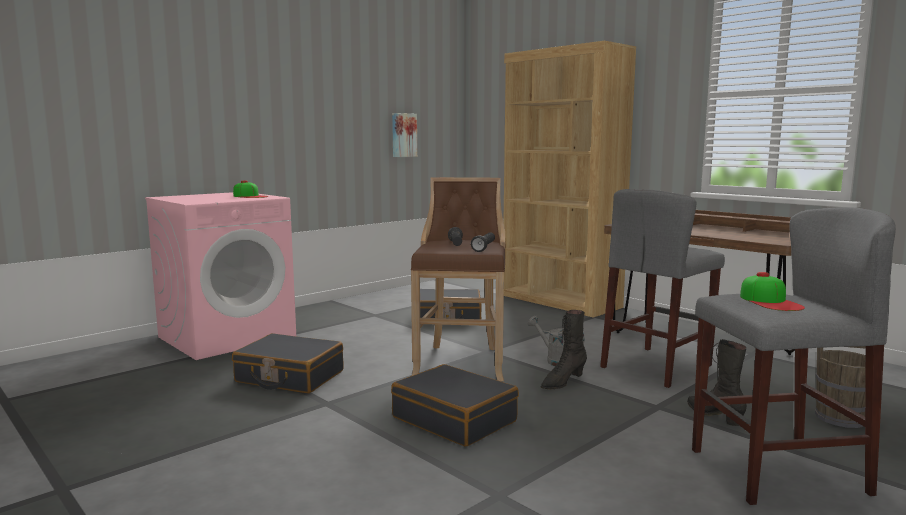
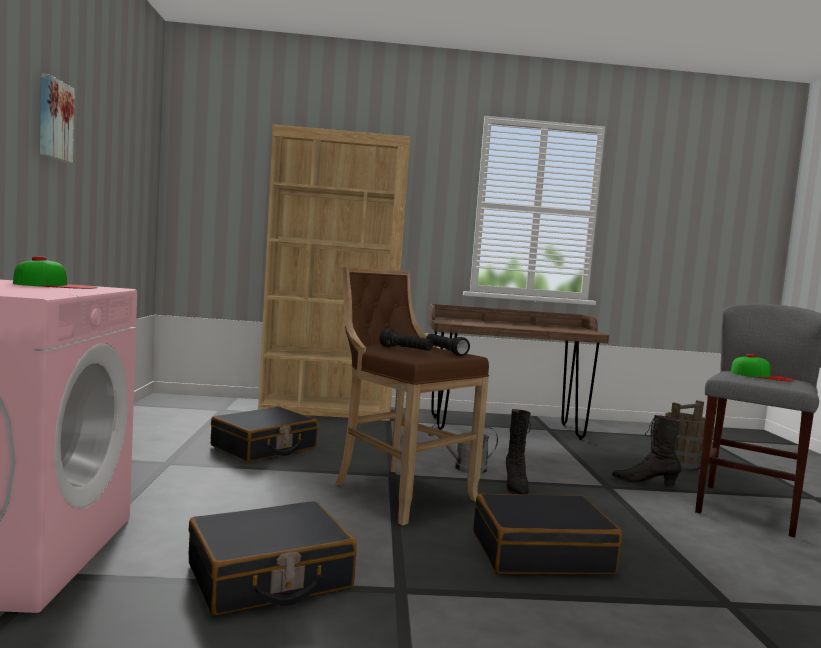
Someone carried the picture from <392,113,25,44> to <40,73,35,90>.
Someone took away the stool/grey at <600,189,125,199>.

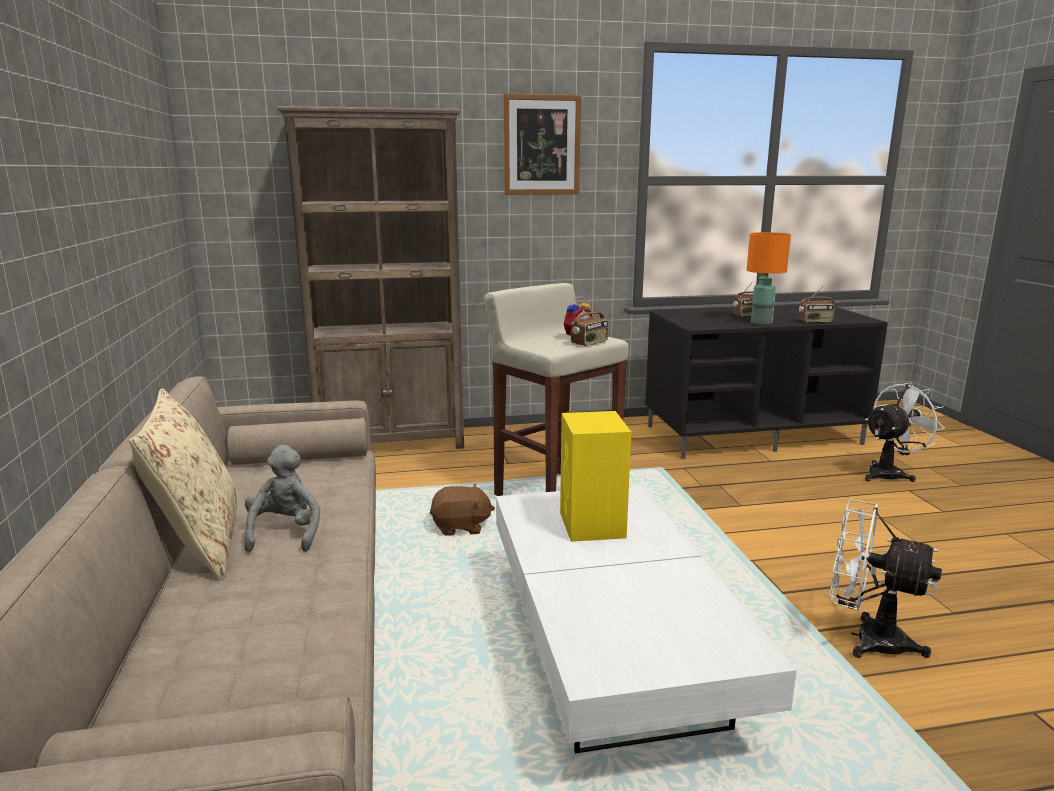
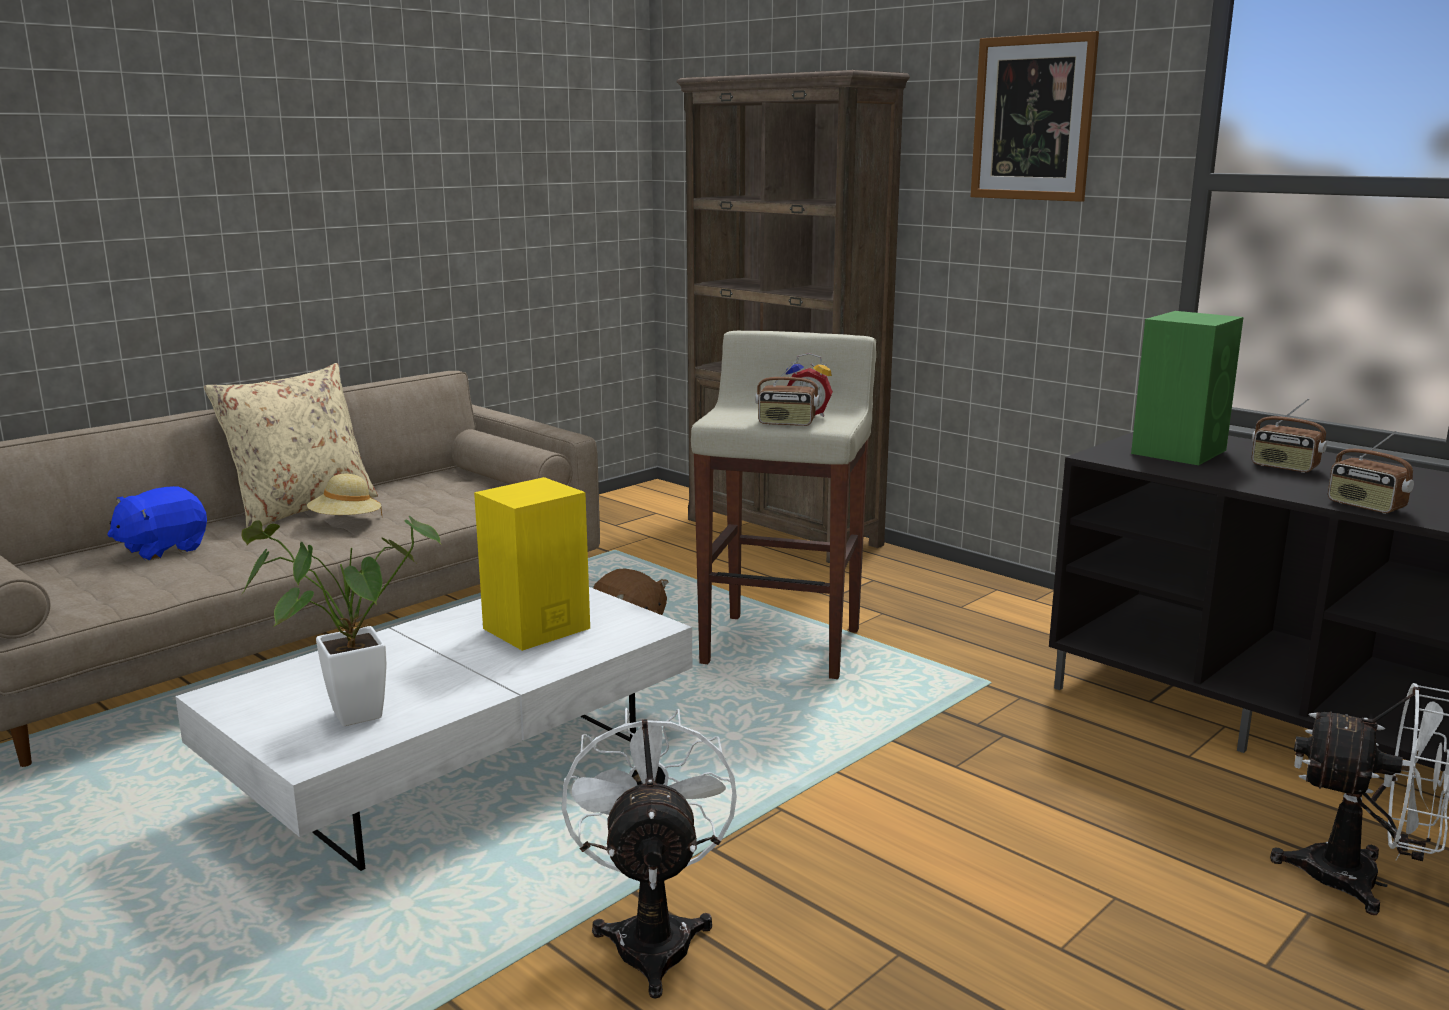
Someone took away the table lamp/orange at <747,232,44,93>.
Someone swapped the plush toy/grey at <244,445,76,107> for the hat/beige at <307,474,75,42>.
Someone put down the speaker/green at <1131,311,112,154>.
Someone put down the plush toy/blue at <107,486,100,75>.
Someone put down the potted plant at <241,516,201,210>.

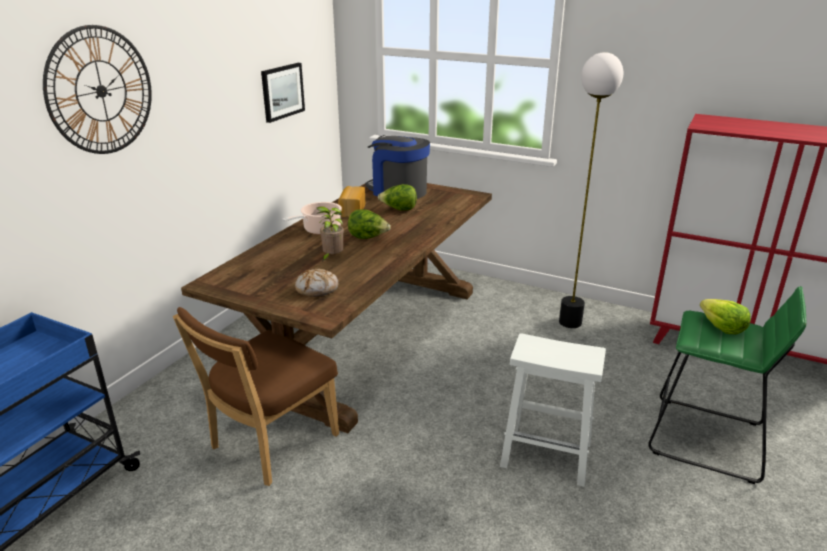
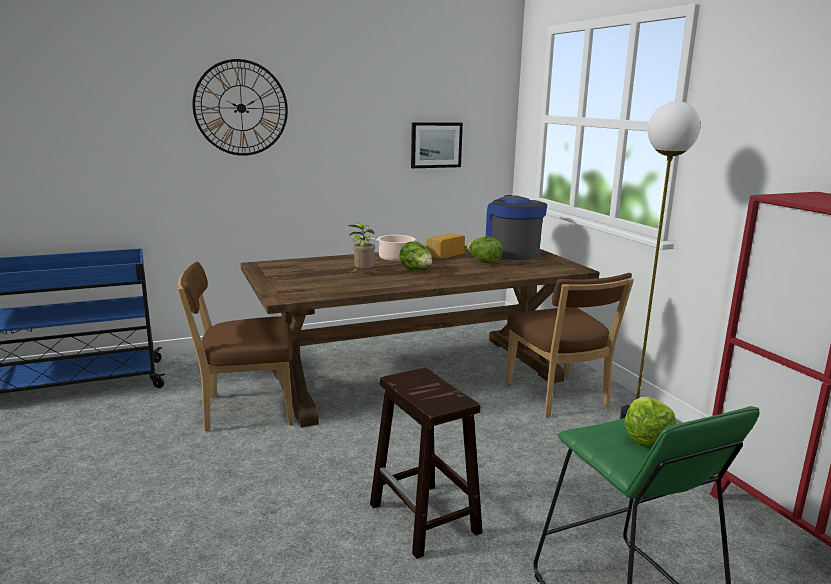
Someone took away the bread at <295,269,43,28>.
Someone repainted the stool/white at <500,333,106,154>, which became the stool/brown at <370,367,113,192>.
Someone put down the chair/brown at <506,273,128,144>.

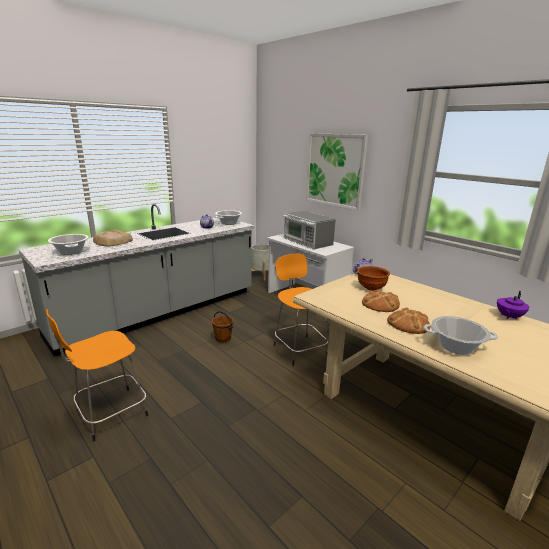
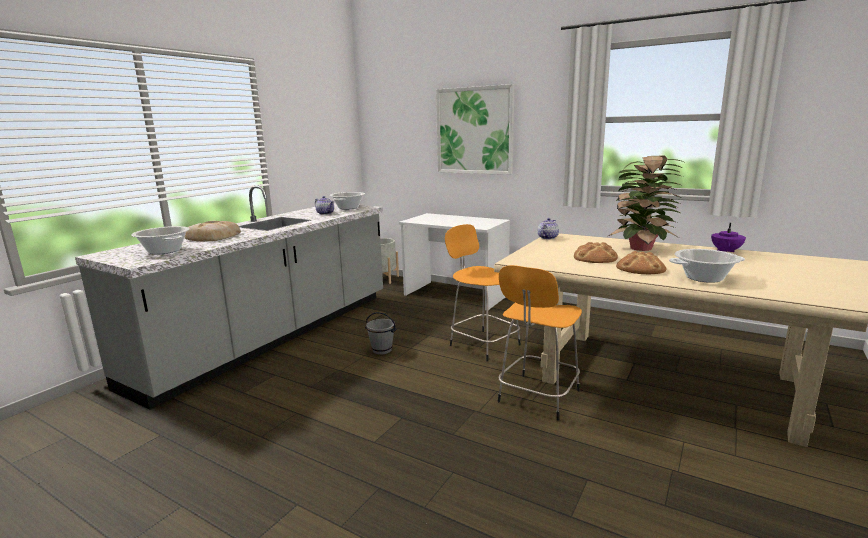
Someone took away the microwave at <284,211,52,38>.
Someone took away the bowl/brown at <357,266,33,25>.
Someone carried the stool/orange from <45,309,103,133> to <498,265,84,155>.
Someone repainted the bucket/brown at <212,311,22,32>, which became the bucket/grey at <365,312,32,42>.
Someone put down the potted plant at <608,155,78,96>.

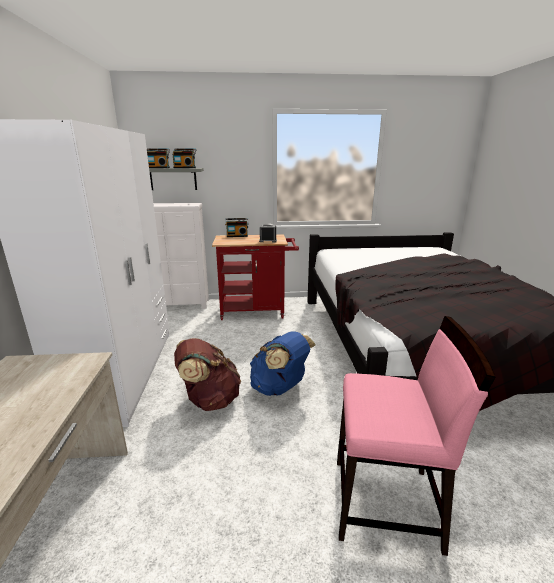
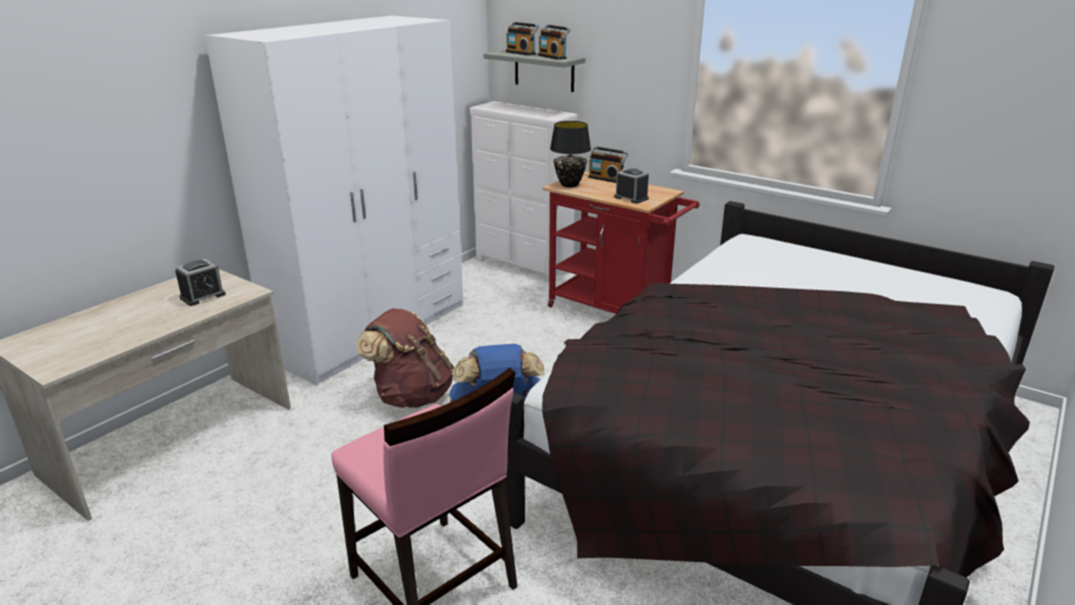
Someone put down the table lamp/black at <550,121,41,66>.
Someone put down the alarm clock at <175,259,51,47>.

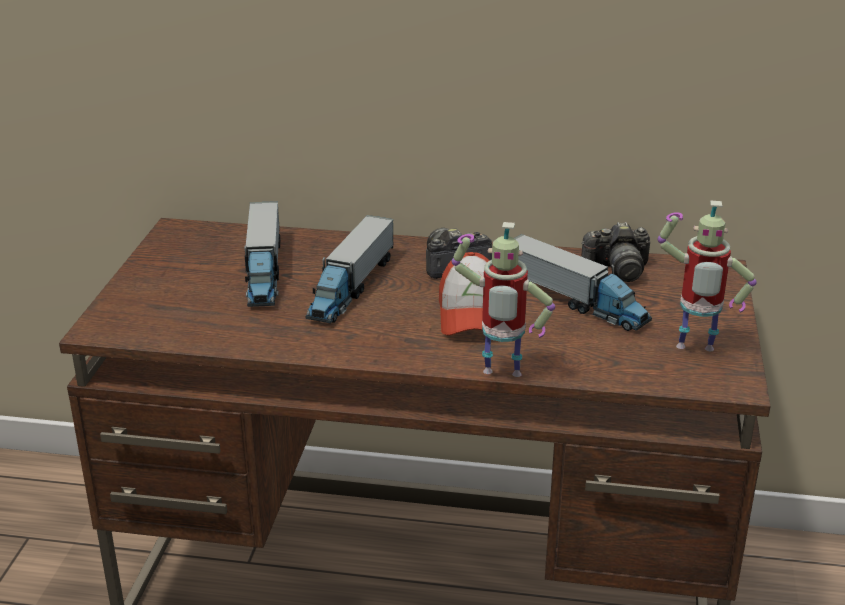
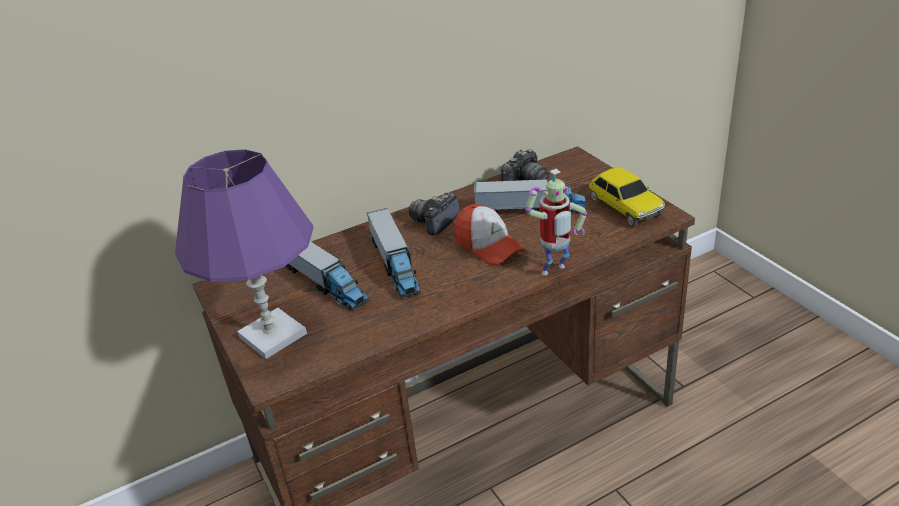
Someone swapped the toy robot at <657,201,100,150> for the toy car at <588,167,77,60>.
Someone put down the table lamp/purple at <175,149,139,210>.

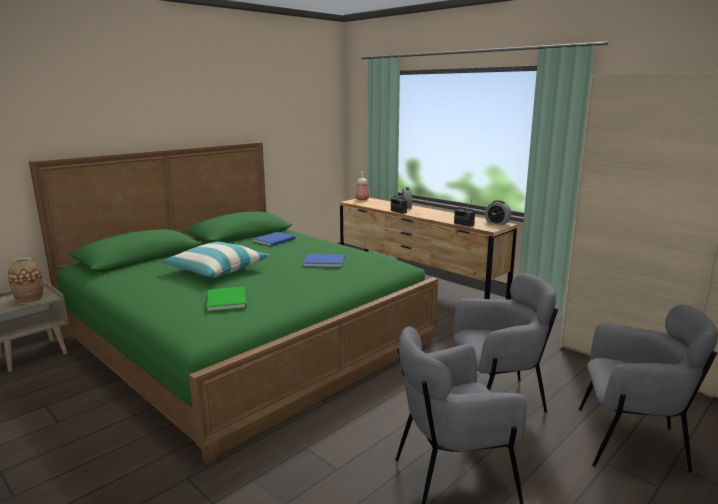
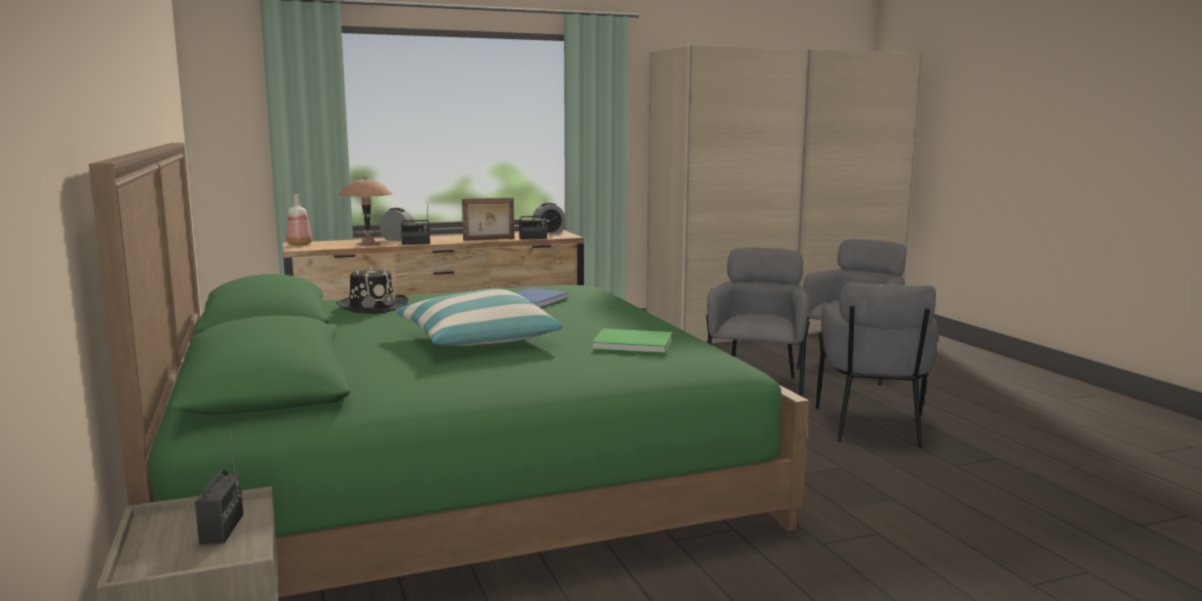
Someone swapped the book/blue at <253,232,42,14> for the hat/black at <336,266,72,47>.
Someone swapped the vase at <8,258,35,46> for the radio at <195,429,48,116>.
Someone put down the table lamp/brown at <339,177,53,69>.
Someone put down the picture frame at <462,198,52,43>.

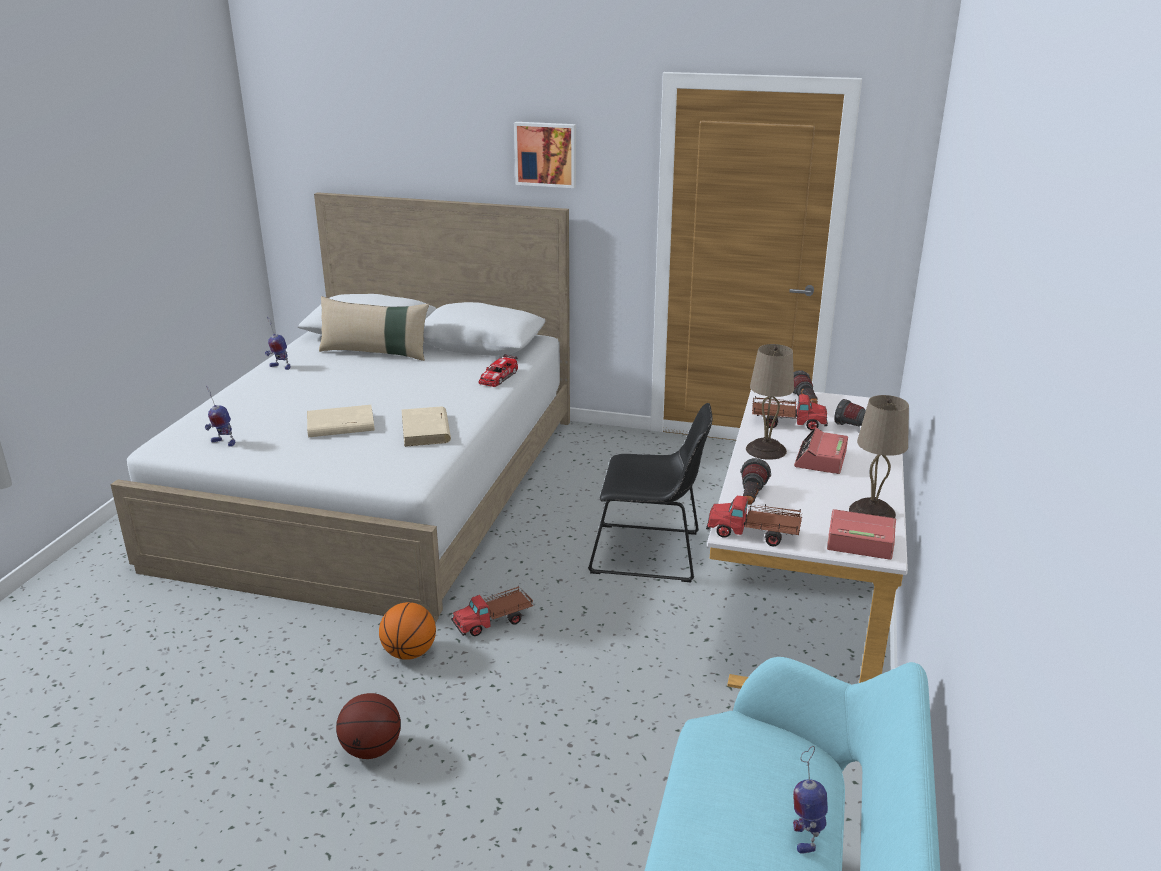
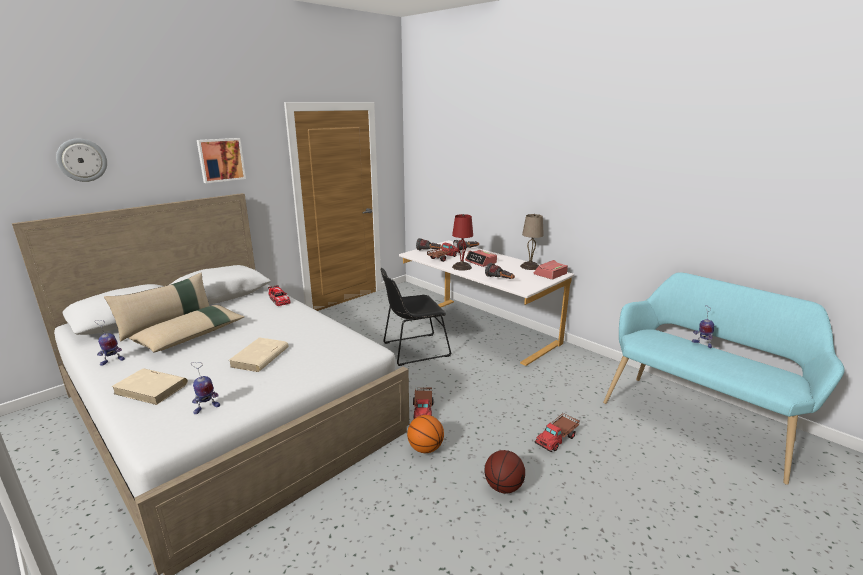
Someone repainted the table lamp/beige at <746,344,48,116>, which became the table lamp/red at <452,214,21,57>.
Someone rotated the chair/black at <588,403,124,179> by 150 degrees counterclockwise.
Someone carried the book/beige from <402,407,49,40> to <111,368,77,37>.
Someone carried the toy truck from <706,496,97,51> to <534,413,46,39>.
Someone put up the wall clock at <56,138,51,44>.
Someone put down the pillow/beige at <129,305,115,48>.

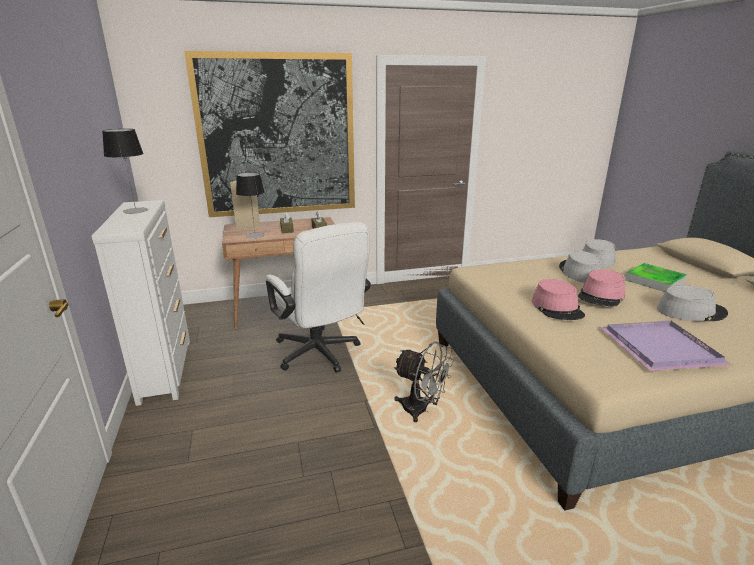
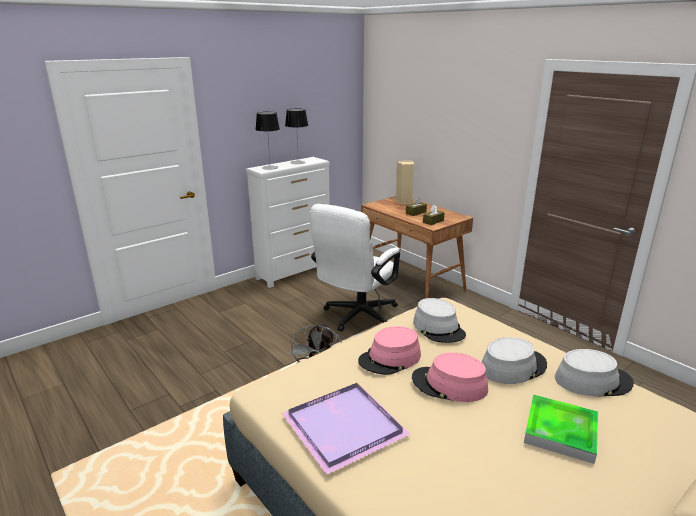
Someone took away the picture at <184,51,171,166>.
Someone carried the table lamp from <236,172,29,66> to <255,112,25,58>.
Someone carried the hat/grey from <657,285,71,36> to <413,298,53,45>.

